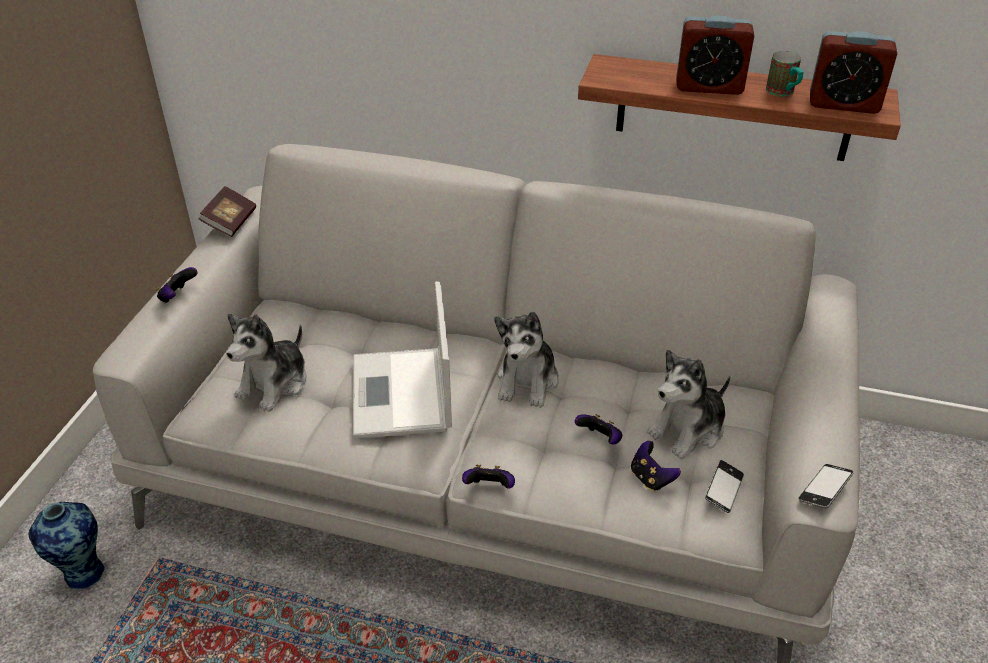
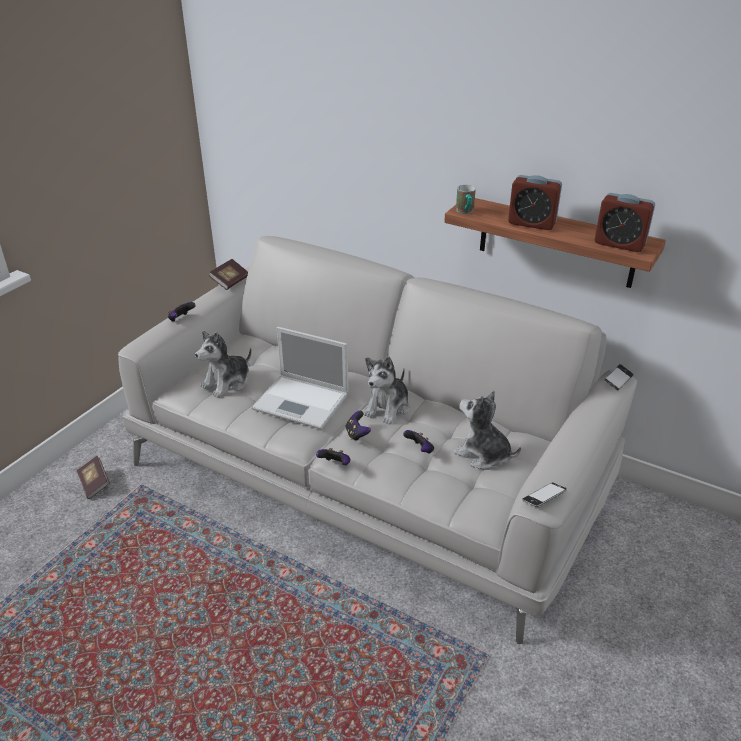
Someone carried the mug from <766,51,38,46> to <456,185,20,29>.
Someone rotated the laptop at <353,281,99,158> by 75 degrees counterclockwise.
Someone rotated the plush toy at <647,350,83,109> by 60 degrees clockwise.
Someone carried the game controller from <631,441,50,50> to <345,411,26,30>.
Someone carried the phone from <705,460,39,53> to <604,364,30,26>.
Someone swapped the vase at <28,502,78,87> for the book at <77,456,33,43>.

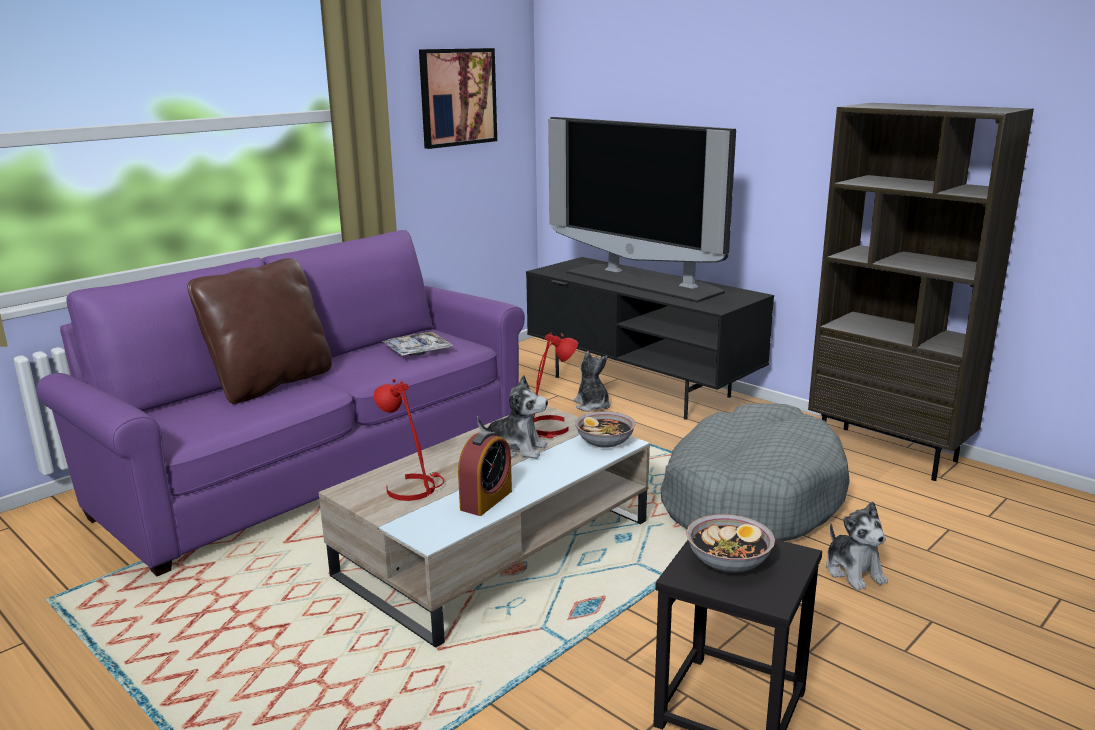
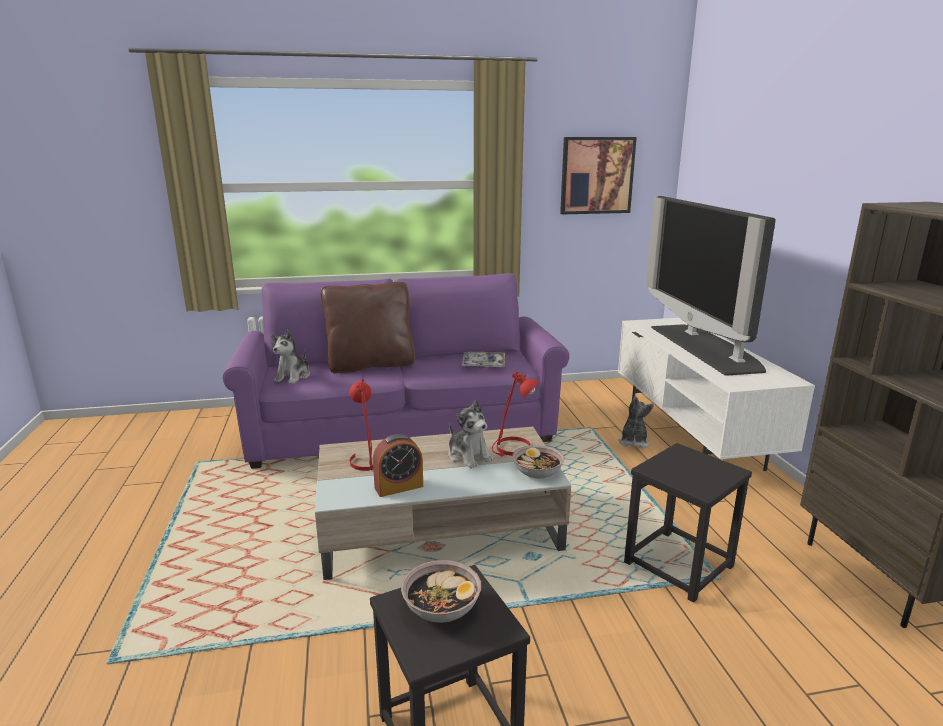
Someone repainted the tv stand/black at <526,257,248,163>, which became the tv stand/white at <618,318,197,153>.
Someone swapped the dog bed/grey at <661,403,189,138> for the stool/black at <624,443,128,160>.
Someone carried the plush toy from <826,501,62,89> to <271,330,39,54>.

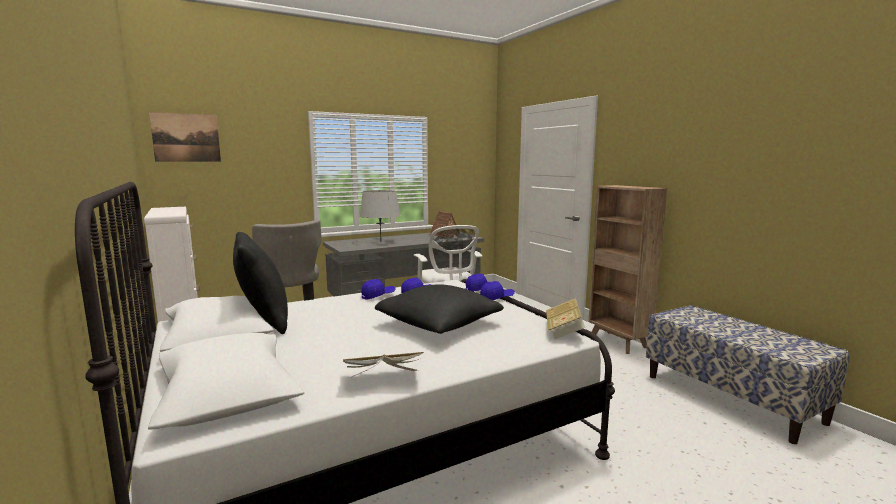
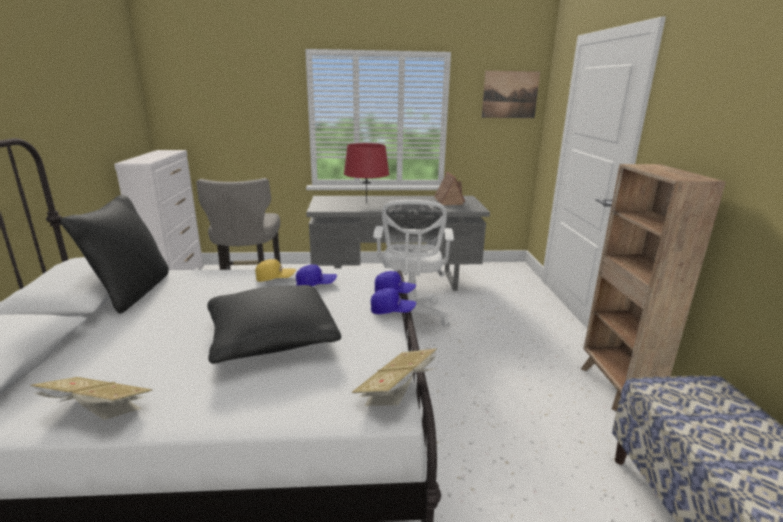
Someone carried the picture from <149,112,72,50> to <481,71,59,47>.
Someone repainted the table lamp/grey at <360,190,40,49>, which became the table lamp/red at <344,143,45,61>.
Someone repainted the cap/blue at <361,279,35,21>, which became the cap/yellow at <255,259,41,23>.

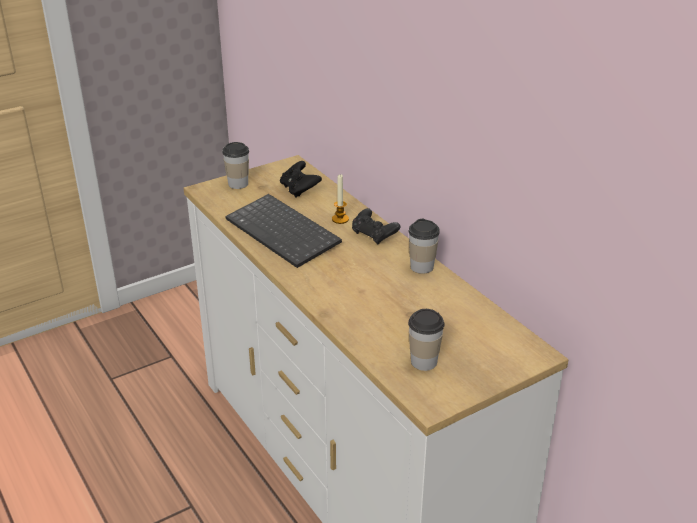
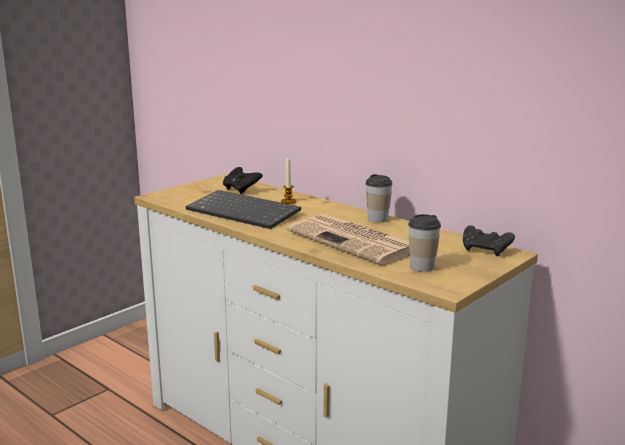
Someone took away the cup at <222,142,27,47>.
Someone carried the game controller/black from <352,208,48,37> to <463,225,52,31>.
Someone put down the newspaper at <287,214,123,51>.

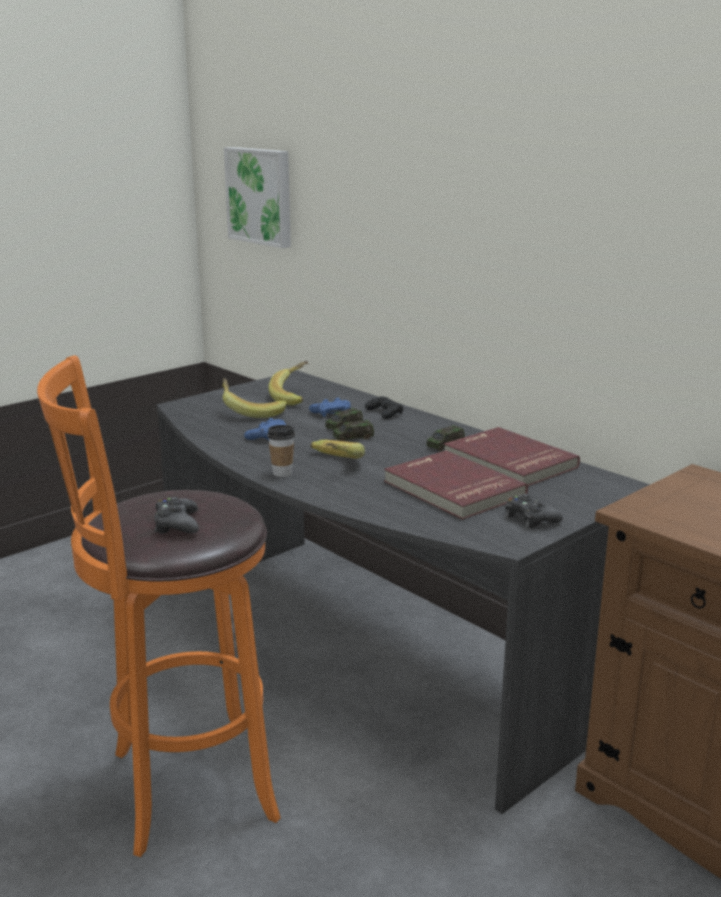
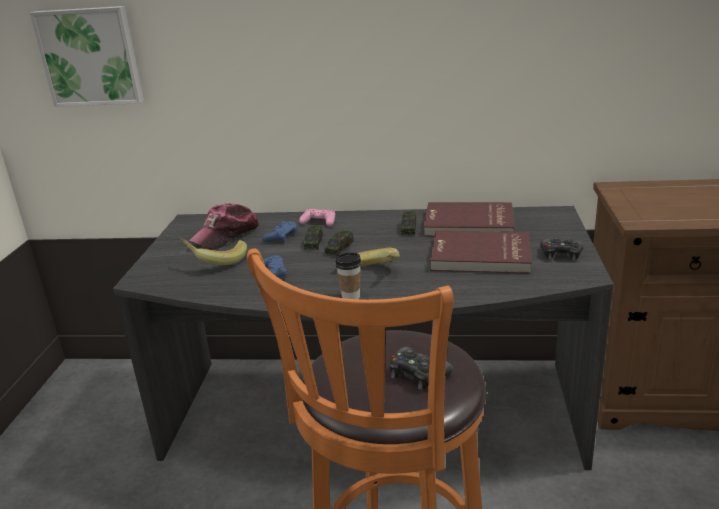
Someone swapped the banana at <268,361,41,45> for the cap at <188,203,72,47>.
Someone repainted the game controller/black at <365,396,38,23>, which became the game controller/pink at <299,209,36,17>.

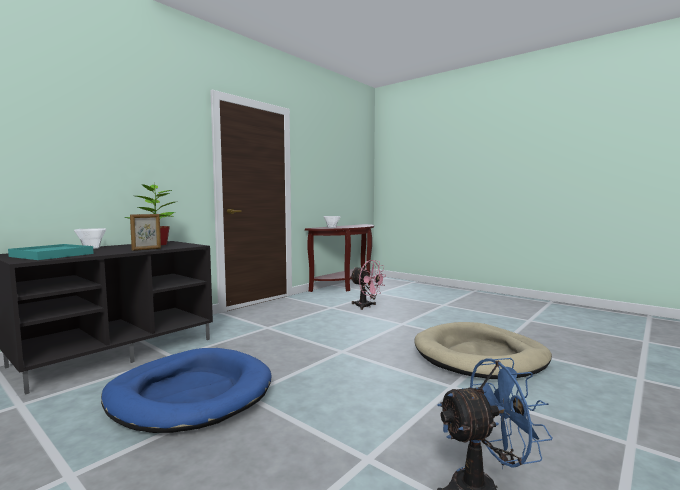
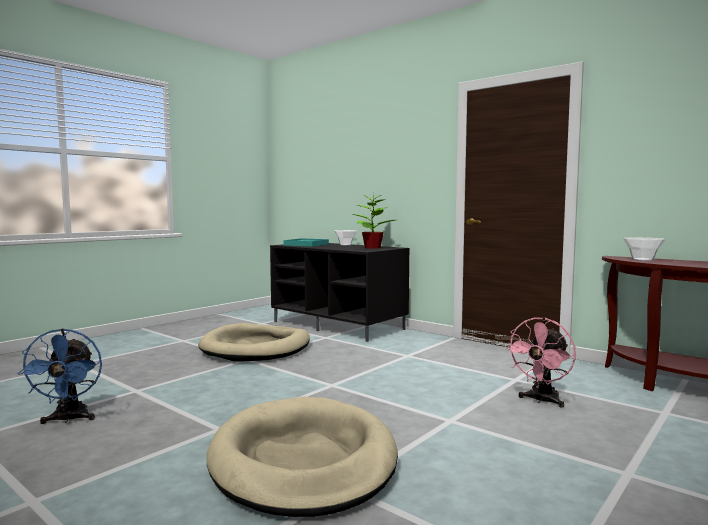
Someone took away the picture frame at <130,214,31,37>.
Someone repainted the dog bed/blue at <101,348,171,85>, which became the dog bed/beige at <198,323,112,38>.

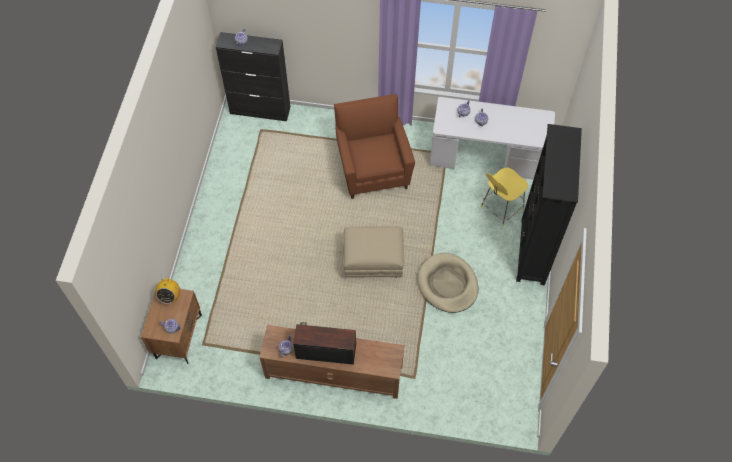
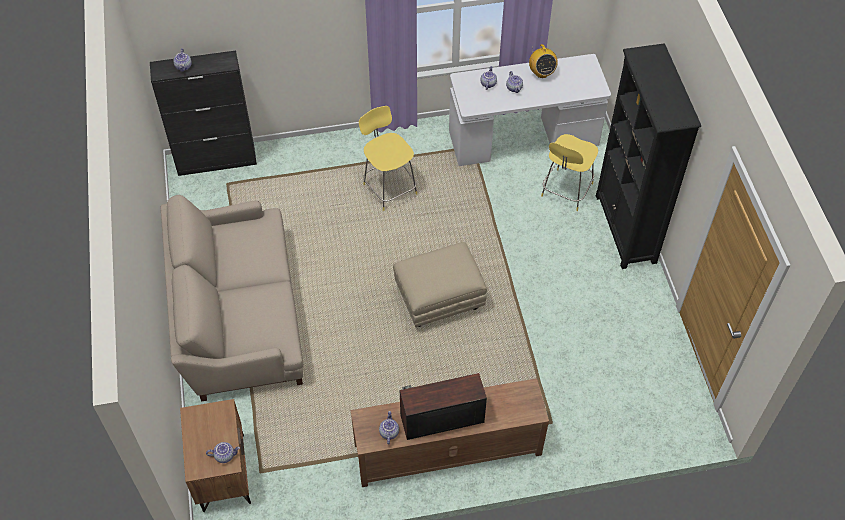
Someone swapped the armchair/brown at <334,94,81,105> for the stool/yellow at <359,106,58,105>.
Someone took away the dog bed/beige at <417,253,61,60>.
Someone carried the radio from <155,277,25,27> to <529,44,29,34>.
Someone put down the sofa/beige at <161,195,142,207>.

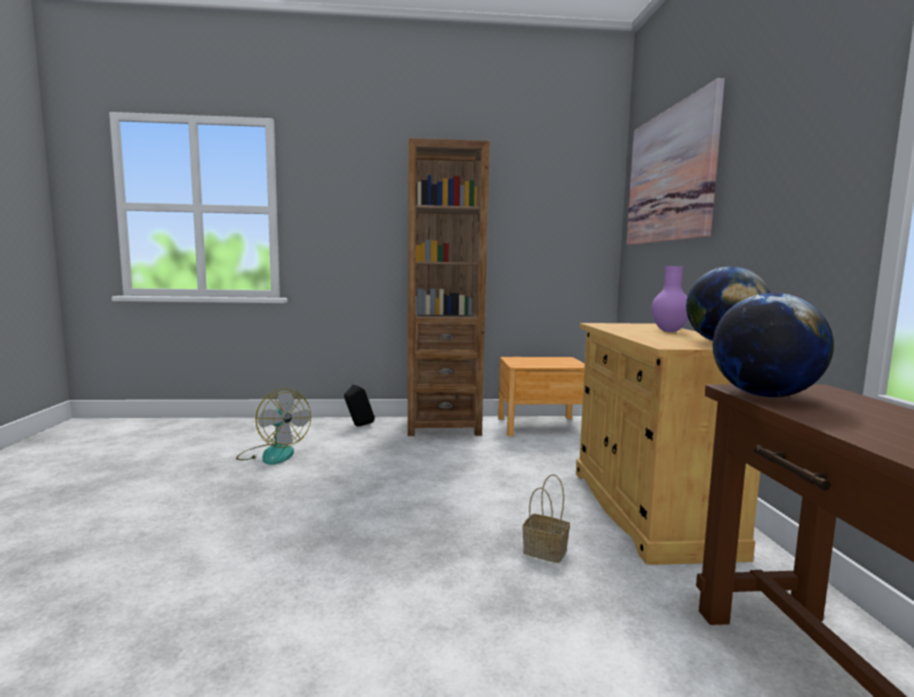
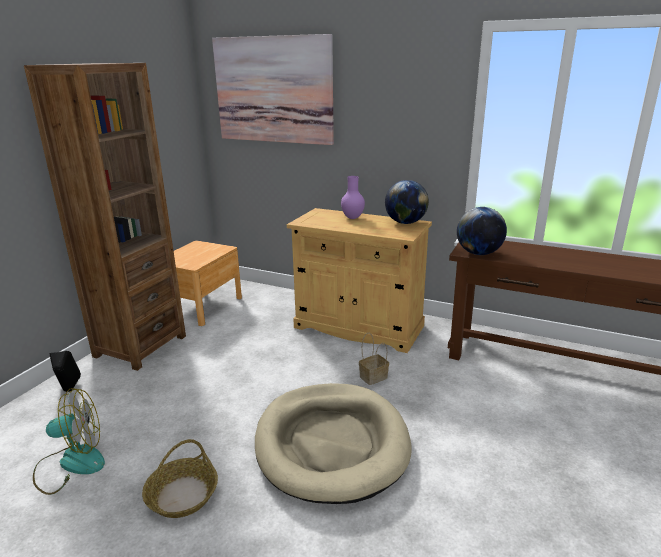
Someone put down the dog bed/beige at <255,383,157,121>.
Someone put down the basket at <142,439,76,79>.

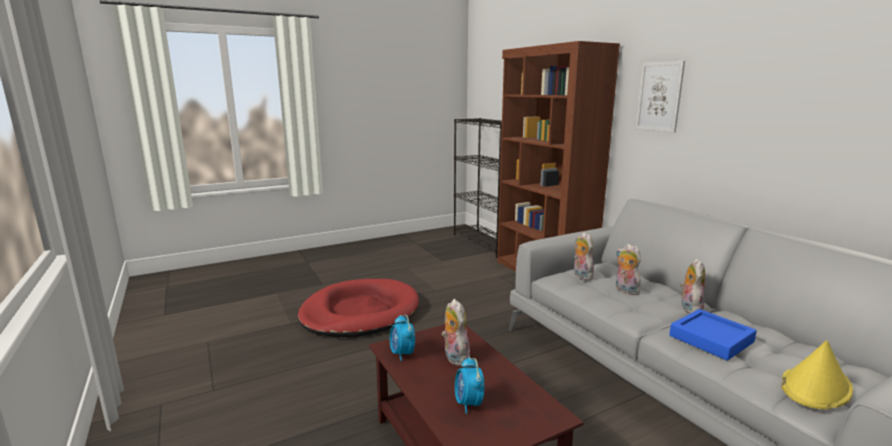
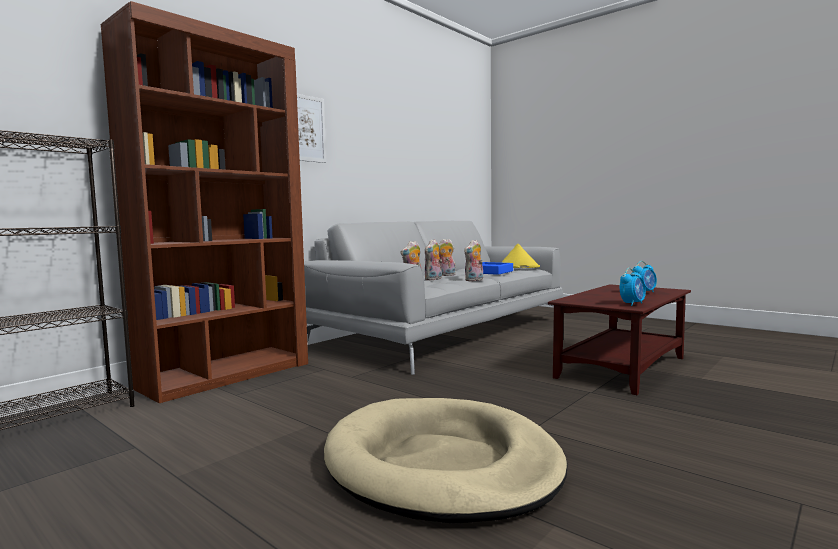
Someone repainted the dog bed/red at <298,279,121,58>, which became the dog bed/beige at <324,398,244,126>.
Someone carried the plush toy from <441,299,29,67> to <464,240,19,41>.

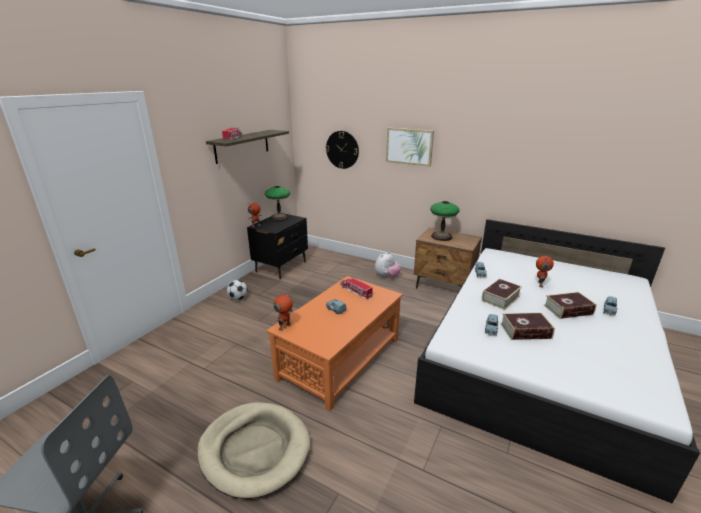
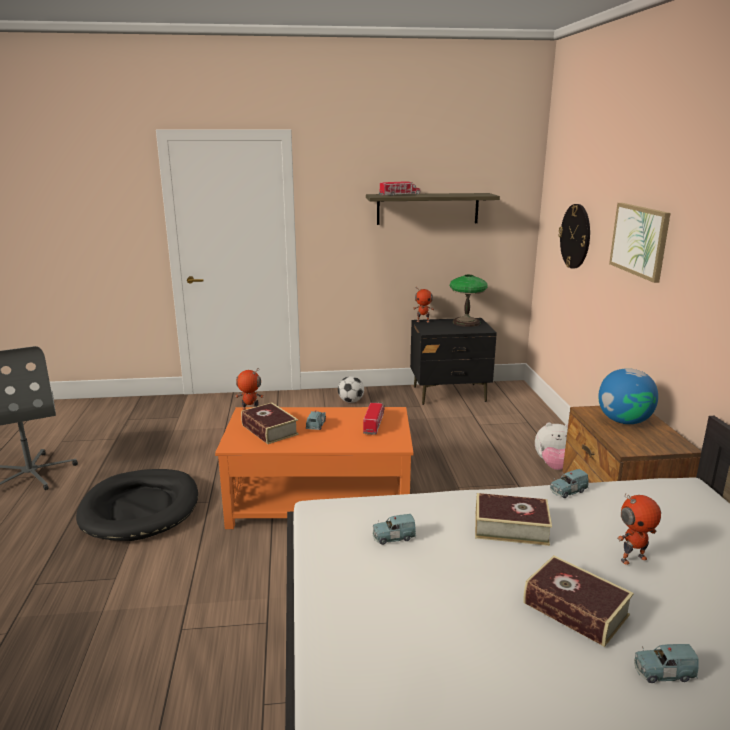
Someone swapped the table lamp at <430,201,29,40> for the globe at <598,368,60,56>.
Someone carried the book from <500,312,55,28> to <241,402,58,42>.
Someone repainted the dog bed/beige at <197,402,113,97>, which became the dog bed/black at <76,469,122,72>.

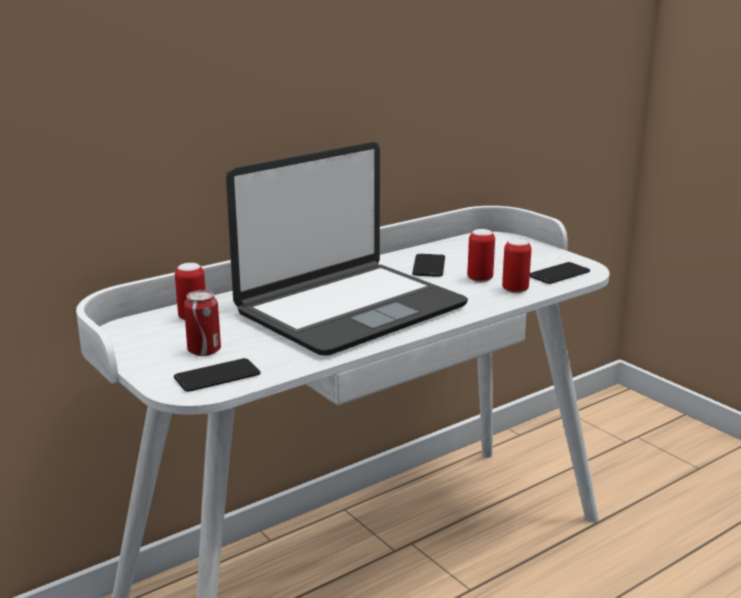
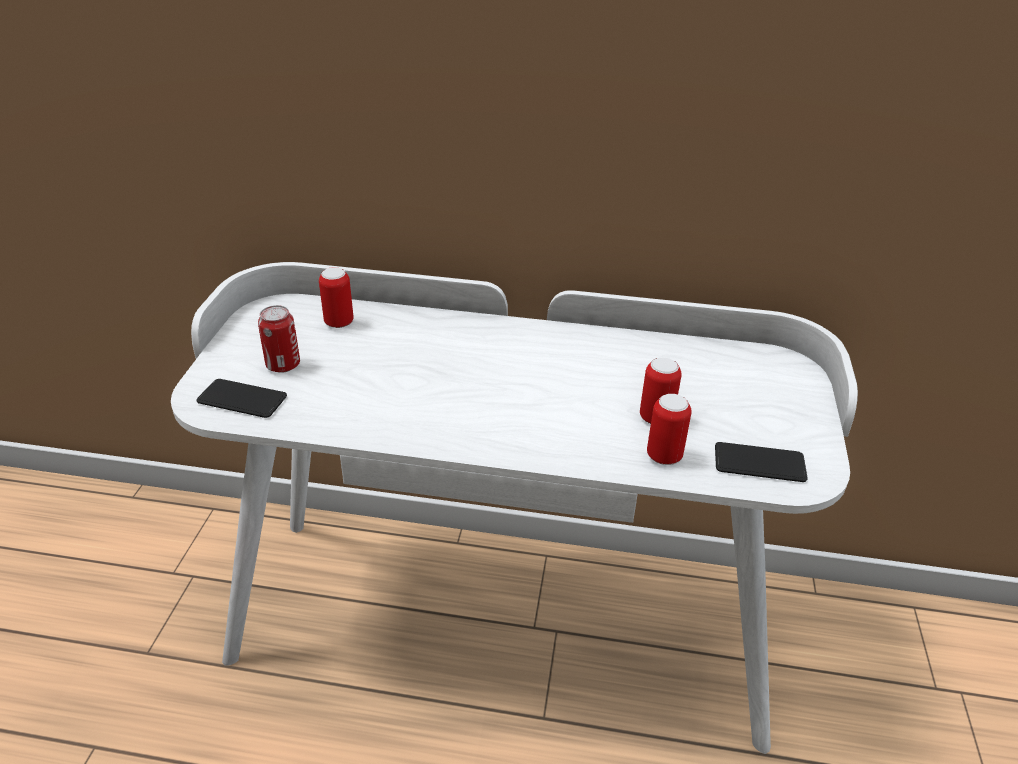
Someone took away the laptop at <226,142,242,214>.
Someone took away the phone at <412,254,33,23>.

